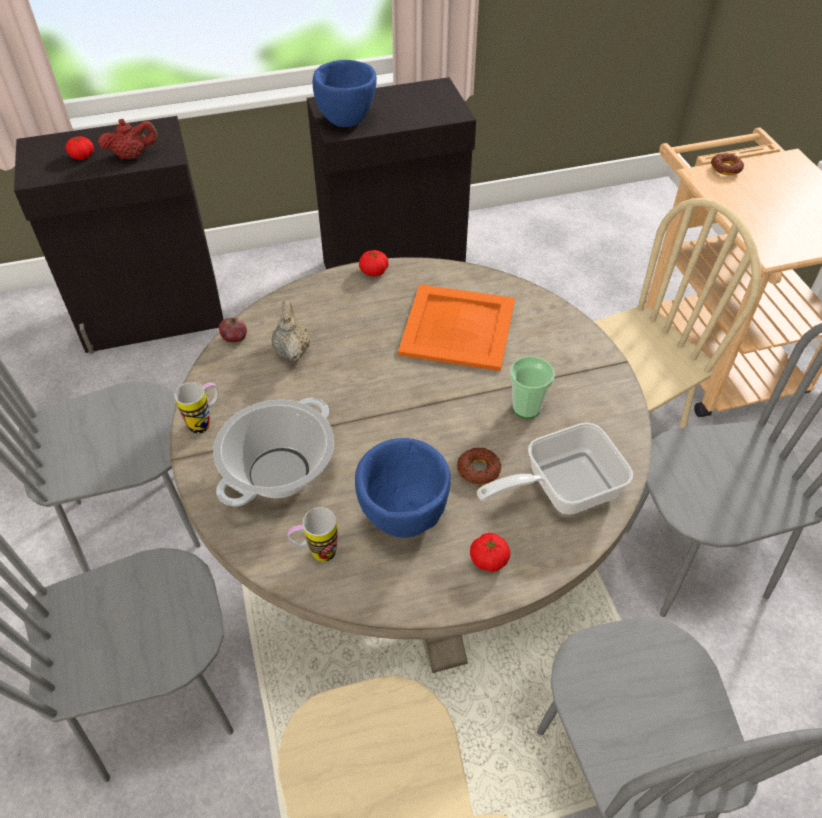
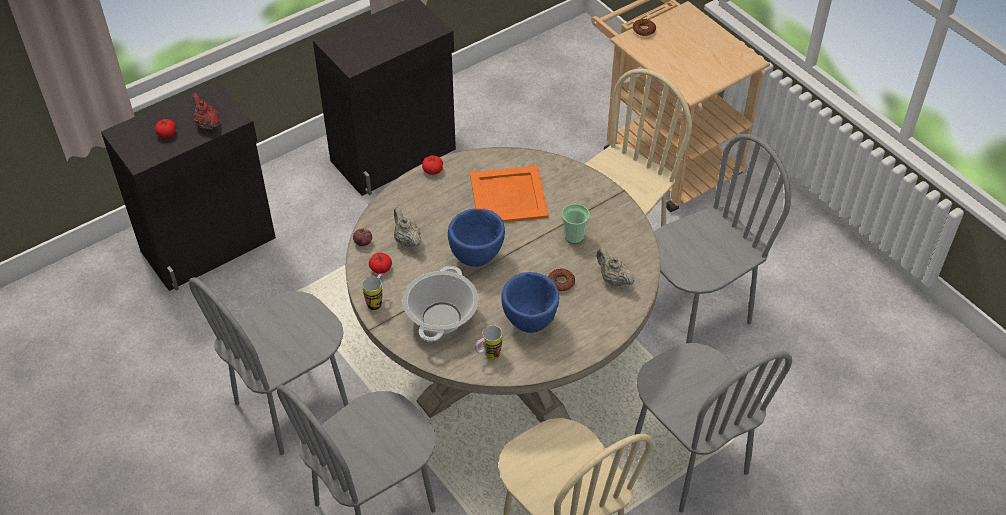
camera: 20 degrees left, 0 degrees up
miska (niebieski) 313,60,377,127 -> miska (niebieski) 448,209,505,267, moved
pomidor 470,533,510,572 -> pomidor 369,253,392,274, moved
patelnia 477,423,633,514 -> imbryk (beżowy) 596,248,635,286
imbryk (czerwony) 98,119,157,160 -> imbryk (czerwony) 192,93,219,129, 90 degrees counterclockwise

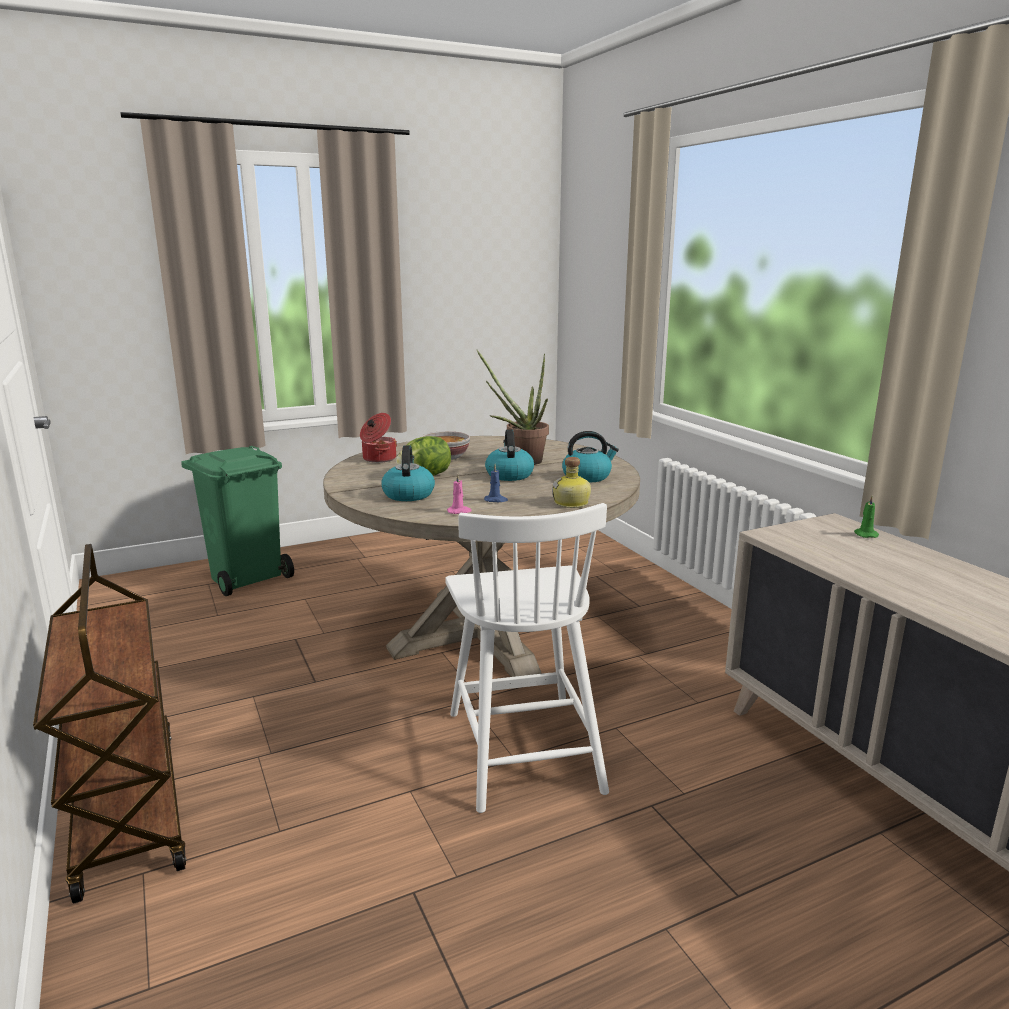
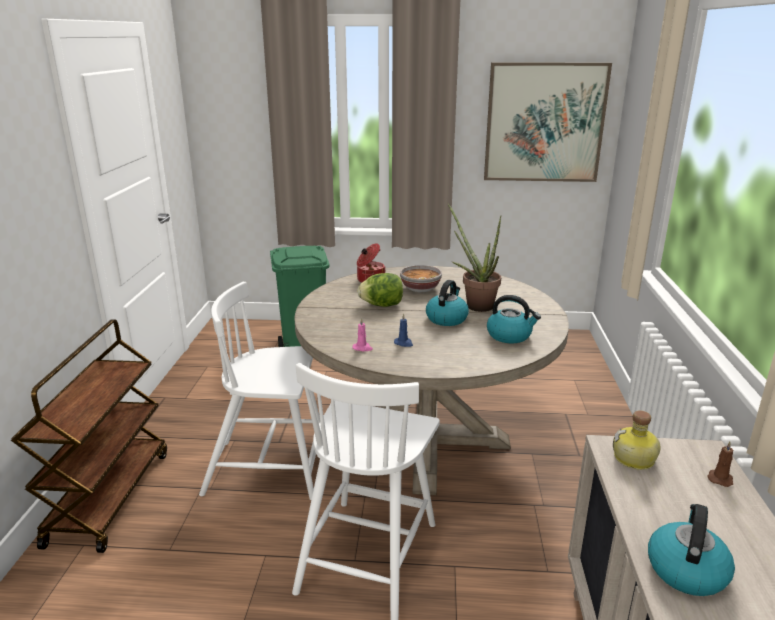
camera: 30 degrees right, 5 degrees up
none -> krzesło (biały) 199,282,320,500
none -> obraz 484,62,612,182
czajnik 381,445,435,501 -> czajnik 648,504,735,596, moved
butelka 552,457,591,508 -> butelka 613,410,661,470, moved
świeca (zielony) 854,496,879,538 -> świeca (brązowy) 707,442,733,487

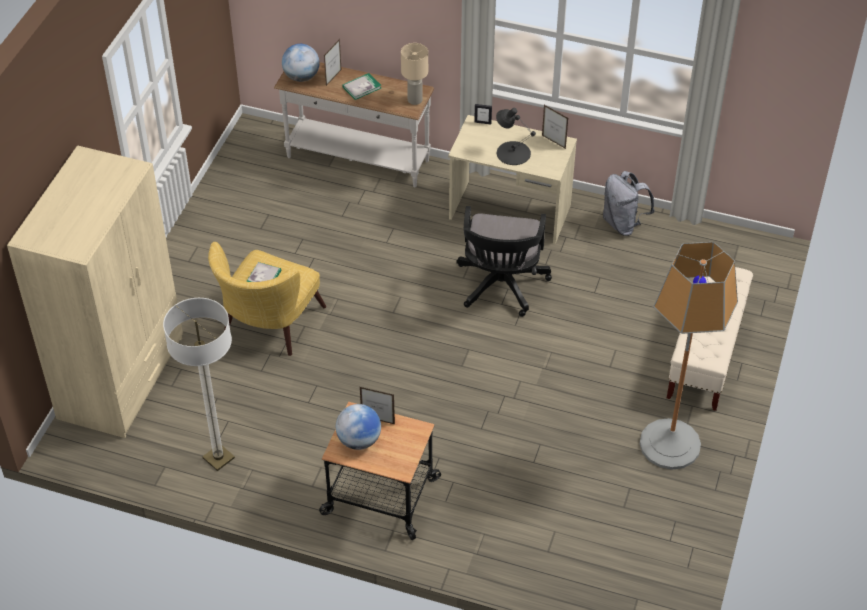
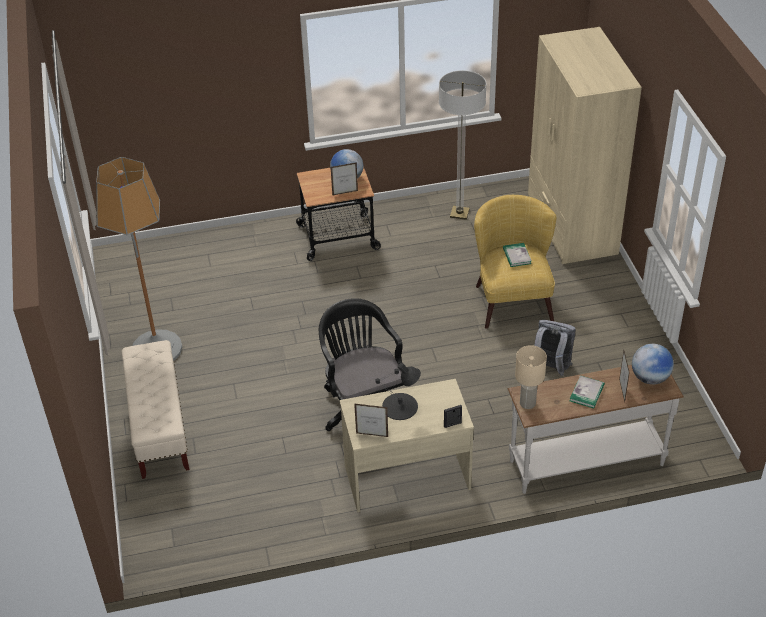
camera: 150 degrees right, 5 degrees down
plecak (szary) 603,171,655,236 -> plecak (szary) 534,320,576,376, moved

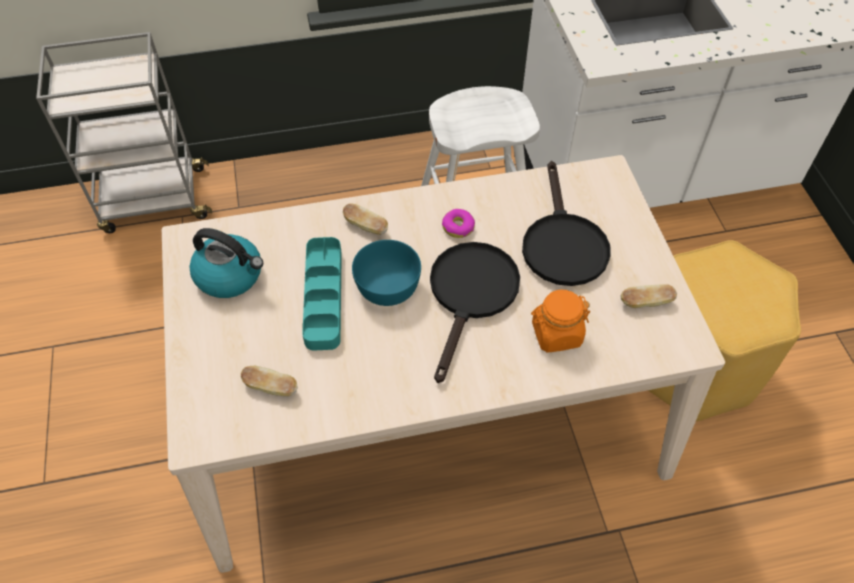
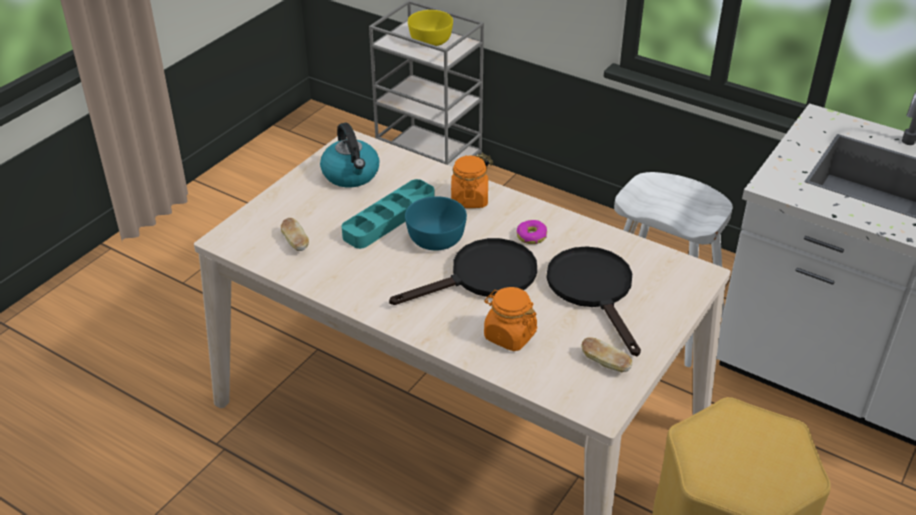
camera: 45 degrees right, 15 degrees down
none -> miska (żółty) 408,10,453,46
chleb 343,204,388,235 -> słoik (pomarańczowy) 451,156,488,208
patelnia (czarny) 522,161,610,286 -> patelnia (czarny) 546,246,641,356, 120 degrees clockwise

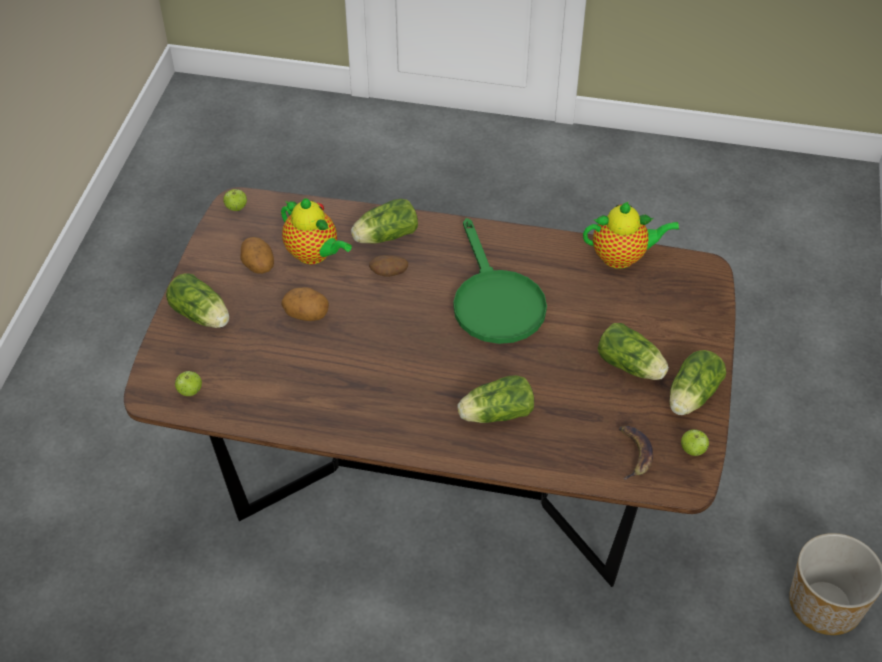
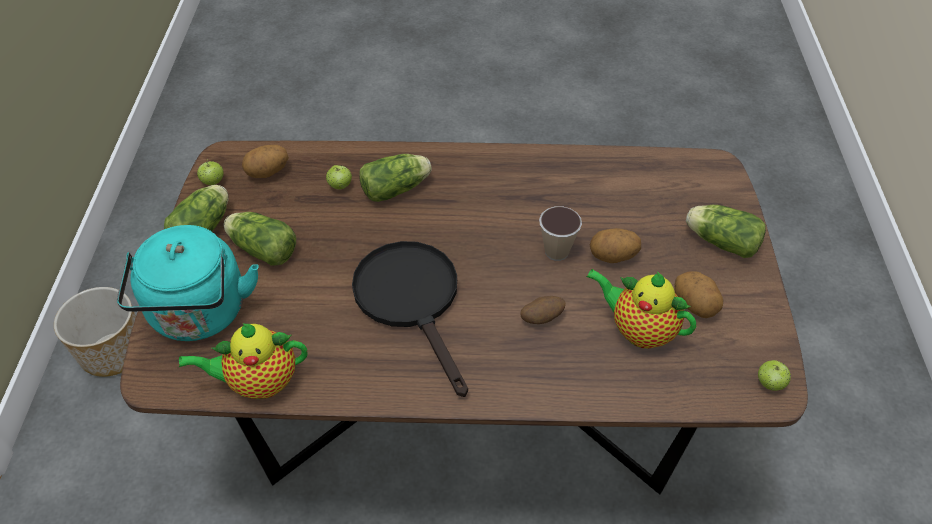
camera: 170 degrees right, 0 degrees up
sałata 351,199,418,244 -> none
none -> czajnik (turkusowy) 117,225,259,341
none -> filiżanka 539,206,582,261
jabłko 175,371,202,396 -> jabłko 326,165,352,190, moved
banan 619,426,653,480 -> ziemniak 242,145,289,178
patelnia (zielony) 453,218,547,344 -> patelnia (czarny) 352,241,468,397

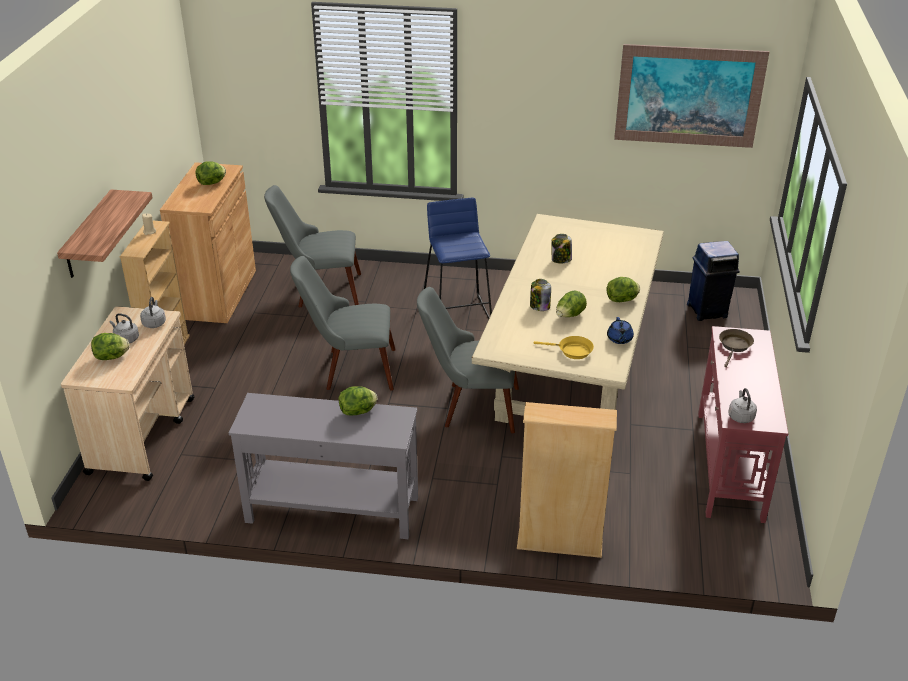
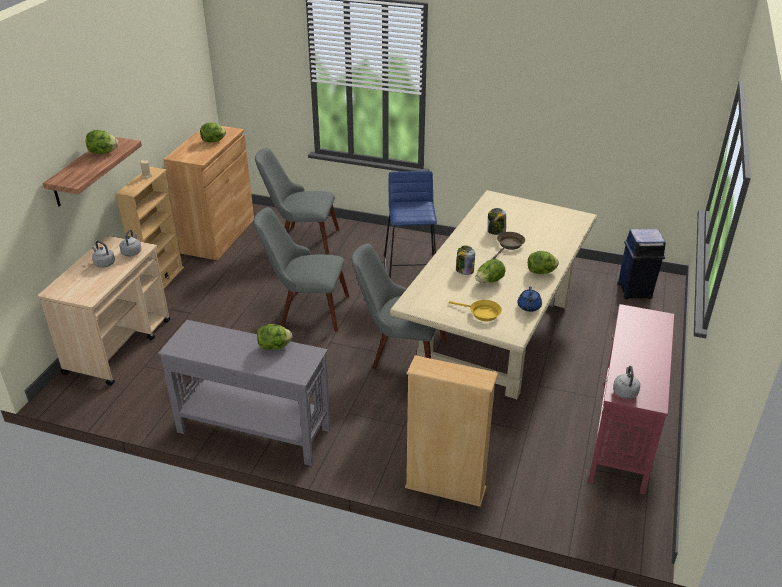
camera: 10 degrees right, 0 degrees up
obraz 614,44,769,148 -> none
sałata 91,333,130,360 -> sałata 86,130,118,154, moved
patelnia (brązowy) 719,329,754,367 -> patelnia (brązowy) 493,232,525,259, moved

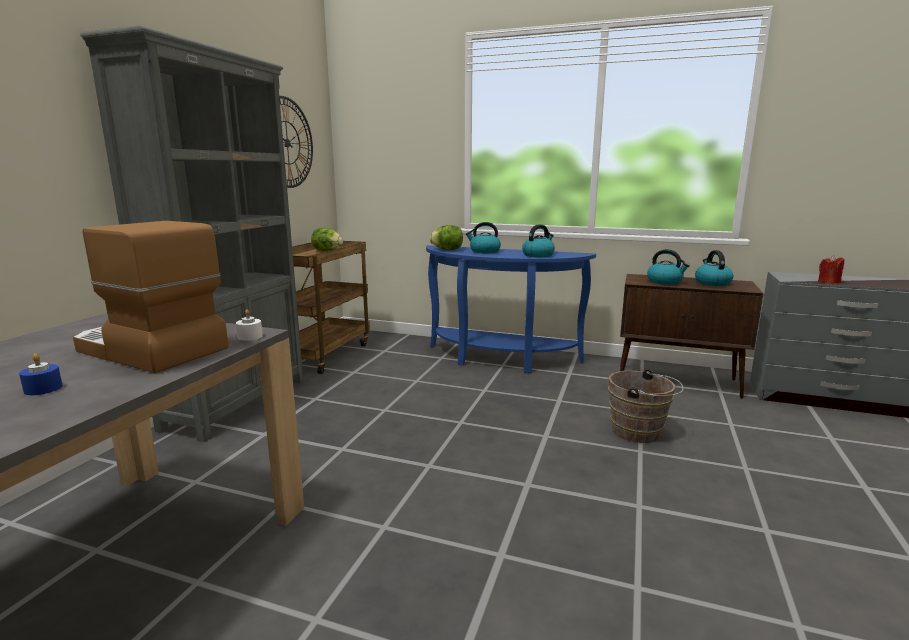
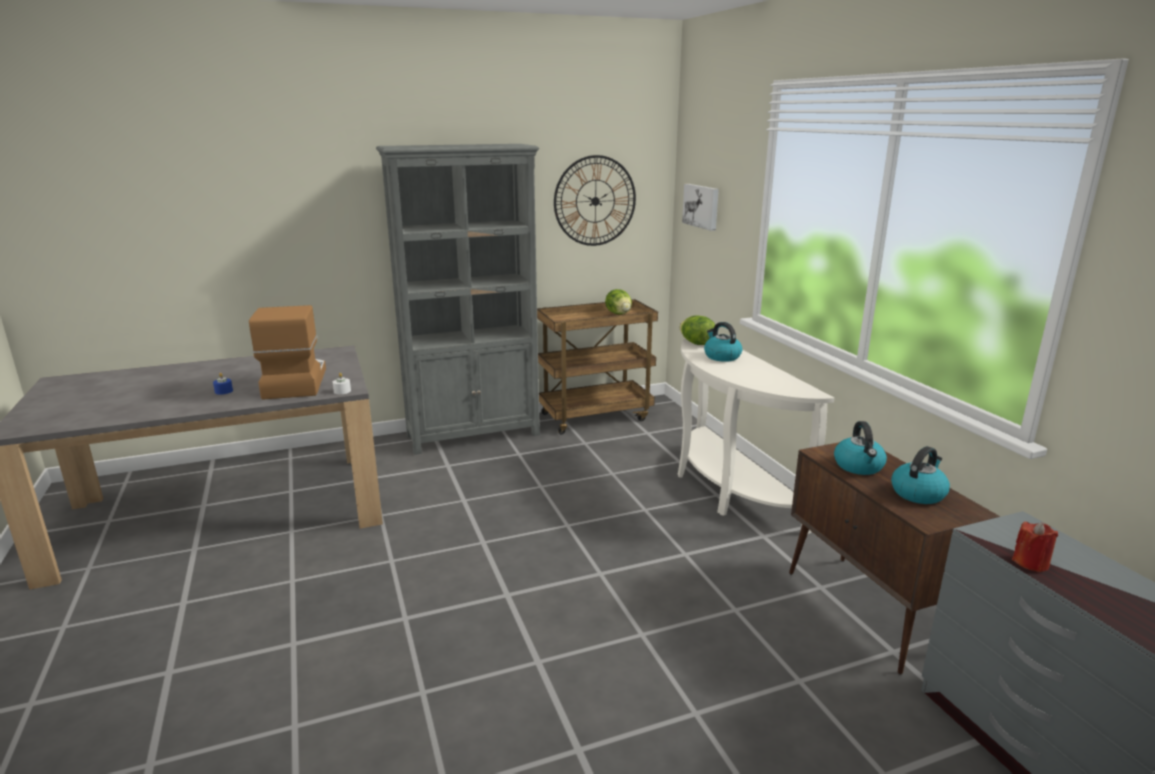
camera: 50 degrees right, 5 degrees up
czajnik 522,224,555,257 -> none
wiadro (brązowy) 608,369,684,443 -> none
none -> obraz 682,184,719,231
stolik konsolowy (niebieski) 426,245,596,374 -> stolik konsolowy (biały) 678,339,835,535

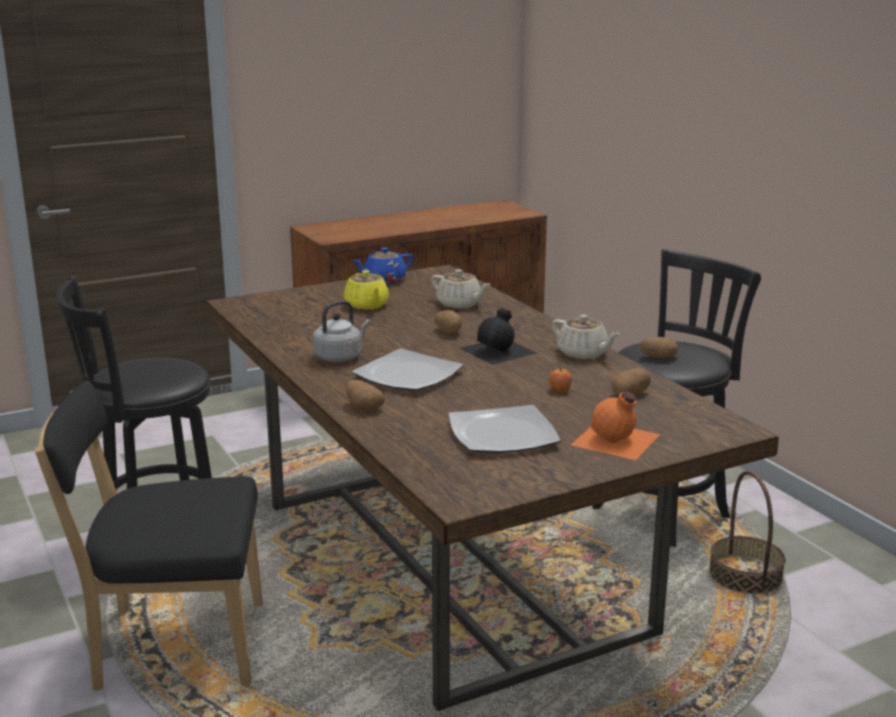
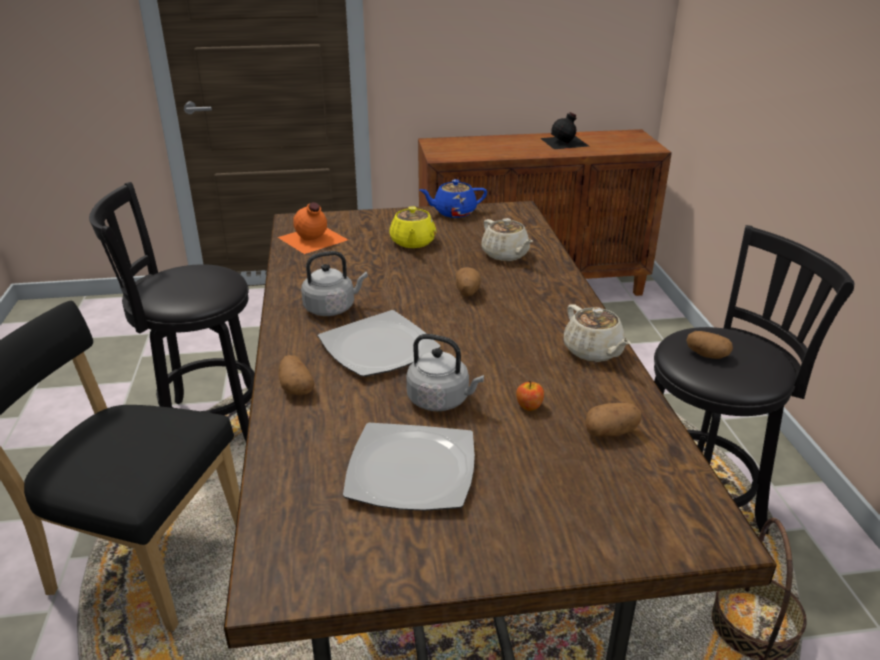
camera: 20 degrees right, 10 degrees up
none -> czajnik (szary) 406,334,484,411
butelka (czarny) 459,307,537,365 -> butelka (czarny) 540,112,589,149, moved
butelka (pomarańczowy) 571,391,660,460 -> butelka (pomarańczowy) 278,202,348,254, moved

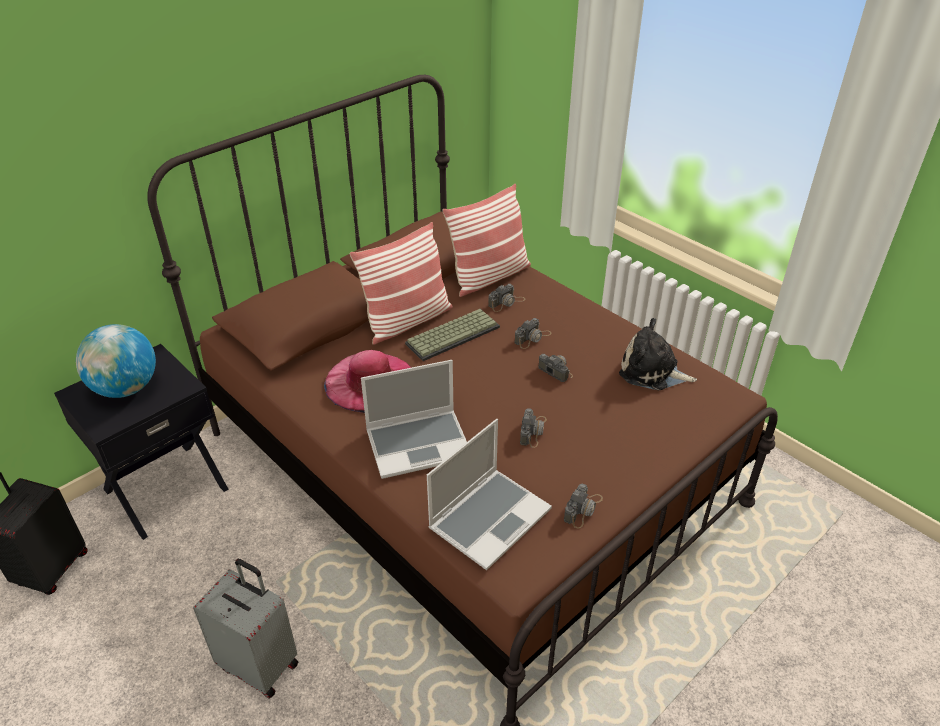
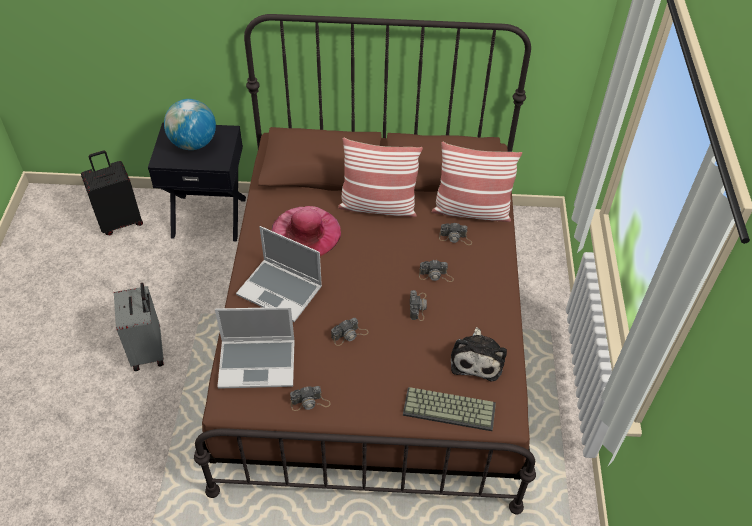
camera: 45 degrees right, 10 degrees up
klawiatura 405,309,500,361 -> klawiatura 403,387,496,431, moved
pluszak 619,318,697,390 -> pluszak 451,327,507,381, 150 degrees counterclockwise

